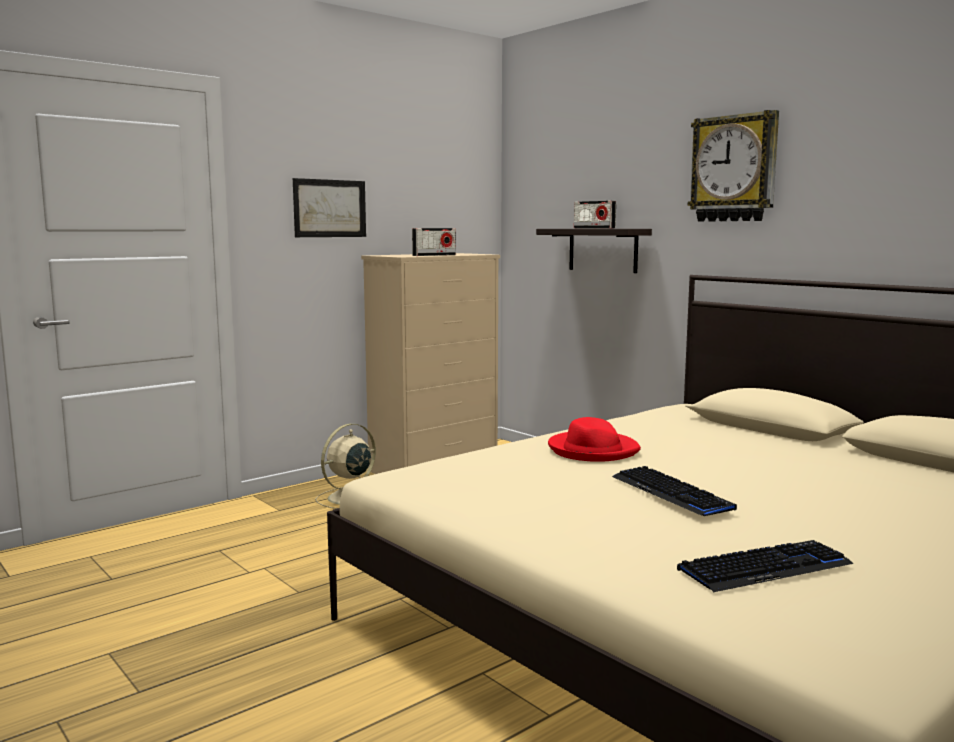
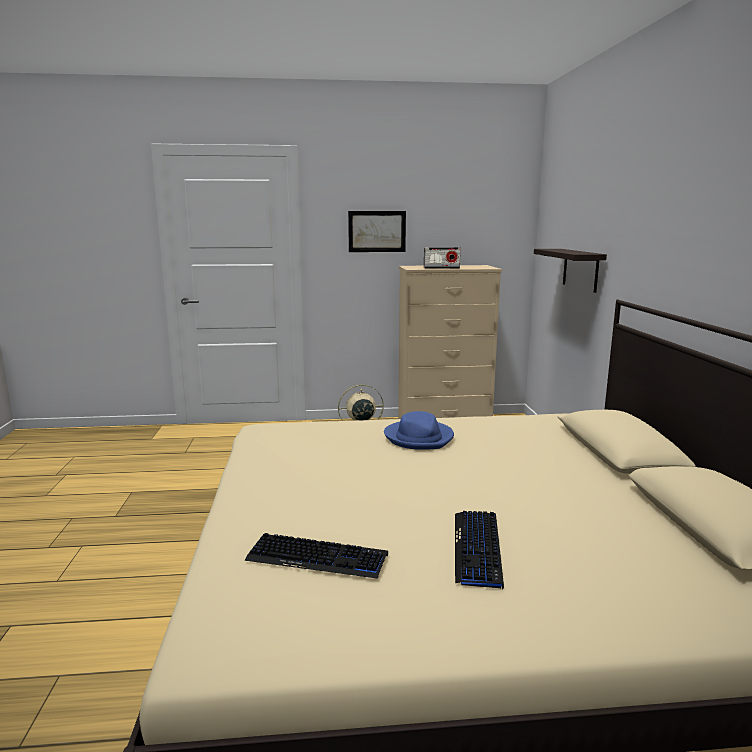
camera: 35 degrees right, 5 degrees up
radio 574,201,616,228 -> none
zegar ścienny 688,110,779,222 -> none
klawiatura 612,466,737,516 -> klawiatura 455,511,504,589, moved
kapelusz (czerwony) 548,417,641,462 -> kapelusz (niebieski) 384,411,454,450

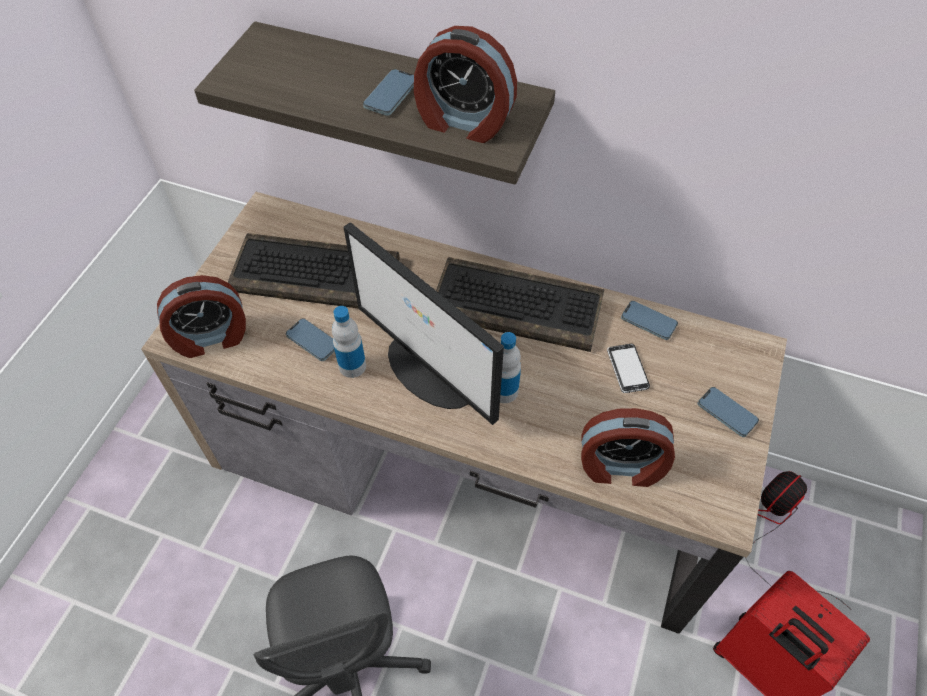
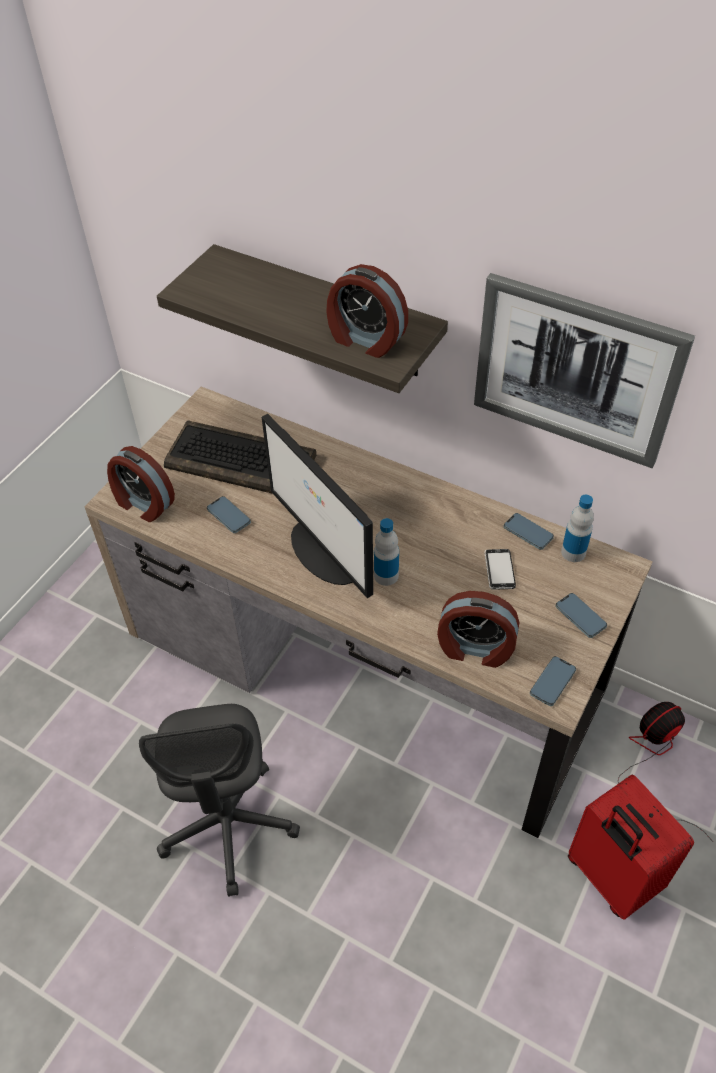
camera: 10 degrees right, 5 degrees down
klawiatura 436,257,604,352 -> none
none -> obraz 474,273,695,468
butelka 332,306,366,378 -> butelka 561,495,594,562, moved
telefon 363,69,414,116 -> telefon 530,656,576,706, moved
budzik 157,275,246,358 -> budzik 107,446,175,522, 45 degrees clockwise

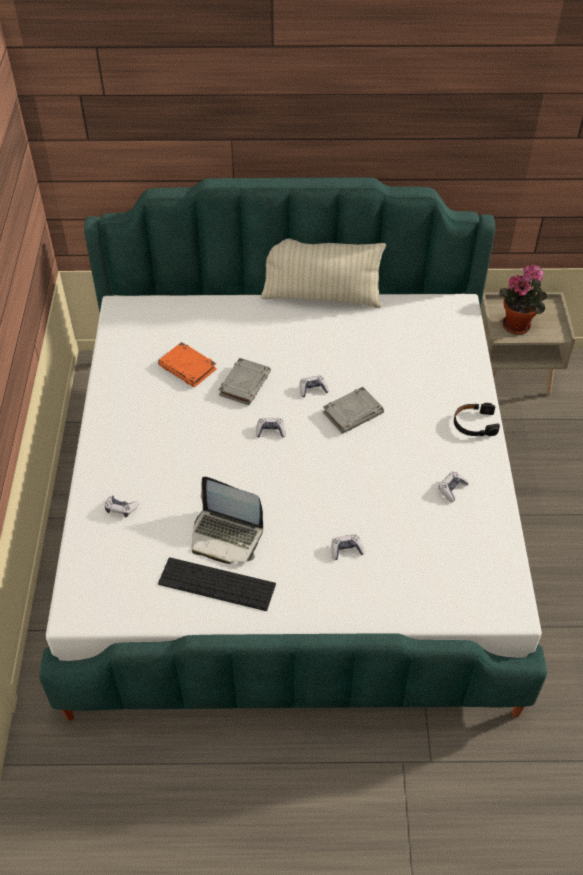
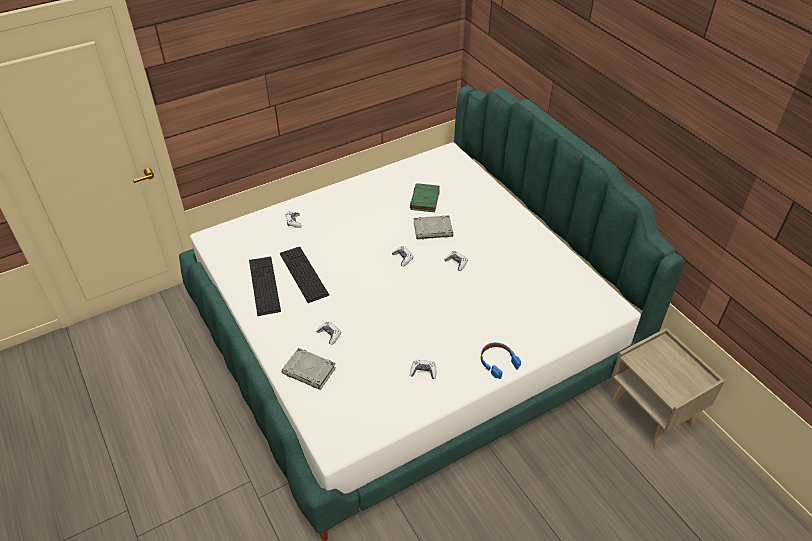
camera: 60 degrees right, 5 degrees down
poduszka (beżowy) 260,238,386,308 -> none
roślina doniczkowa 499,264,547,334 -> none
książka (szary) 323,387,384,434 -> książka (szary) 282,348,336,390, moved
laptop 192,477,263,564 -> klawiatura 280,247,329,303
książka (pomarańczowy) 158,342,217,387 -> książka (zielony) 410,183,440,212
słuchawki (czarny) 454,403,500,436 -> słuchawki (niebieski) 481,342,521,379

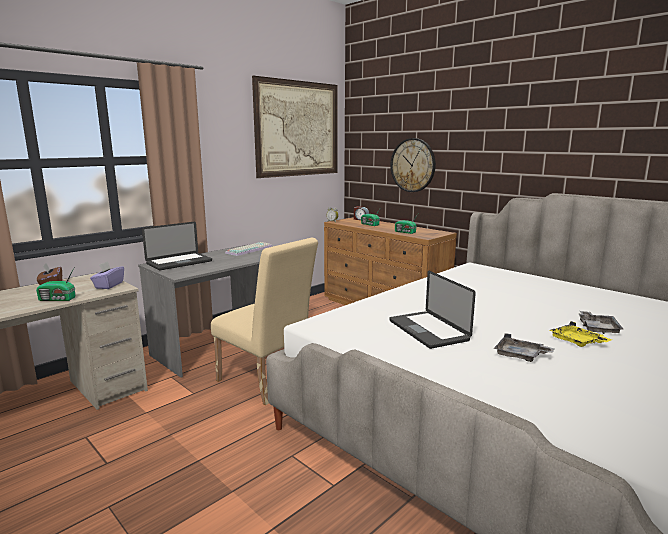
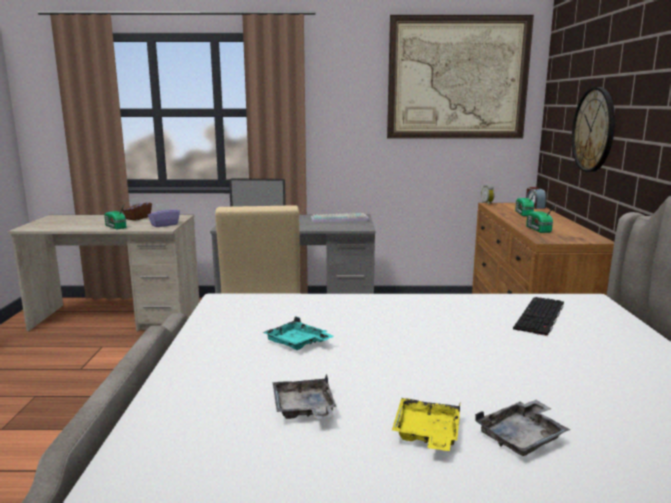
camera: 45 degrees right, 0 degrees up
none -> klawiatura 513,297,564,336
laptop 389,271,476,349 -> taca (turkusowy) 262,317,334,350

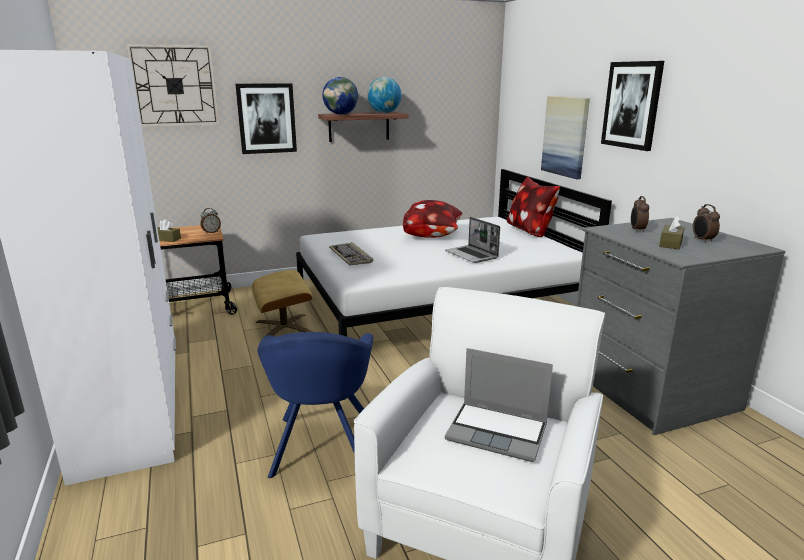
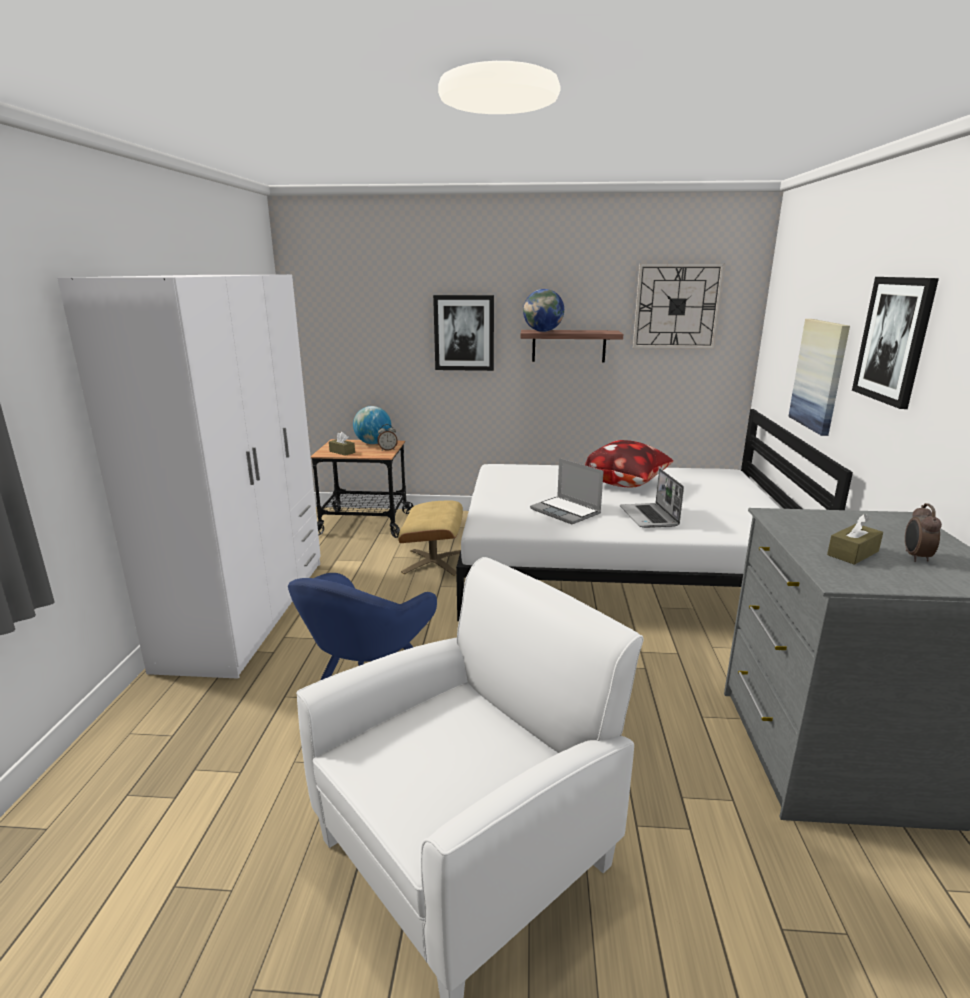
camera: 25 degrees right, 0 degrees up
klawiatura 329,242,373,266 -> none
poduszka 507,176,560,237 -> none
budzik 631,196,649,232 -> none
zegar ścienny 126,44,219,127 -> zegar ścienny 633,264,725,349, moved
globus 367,77,402,113 -> globus 353,406,391,444, moved
laptop 445,348,553,462 -> laptop 530,458,604,524, moved

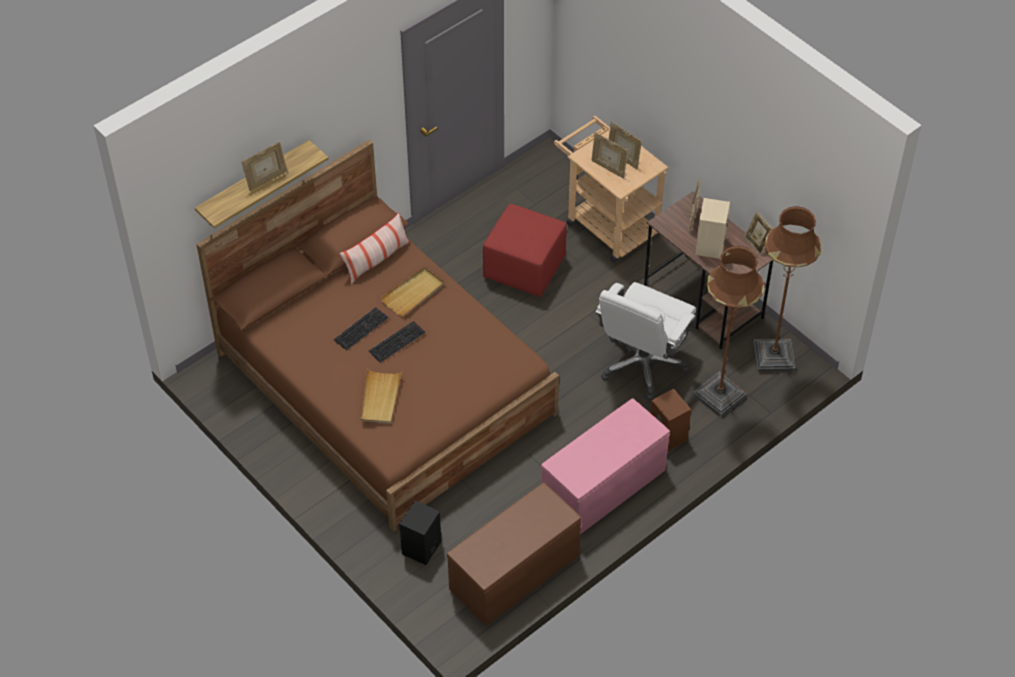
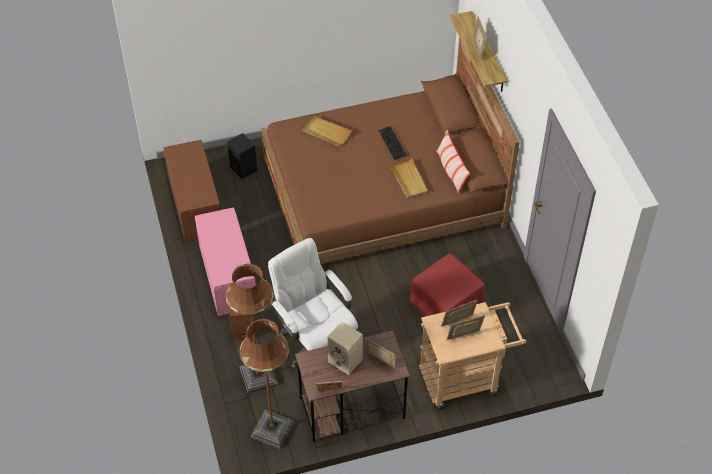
camera: 115 degrees right, 0 degrees up
klawiatura 369,321,426,363 -> none

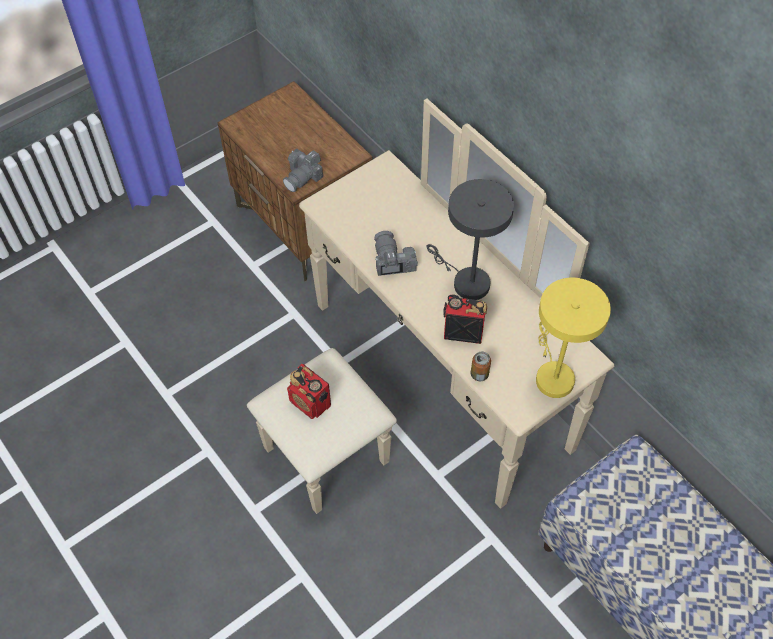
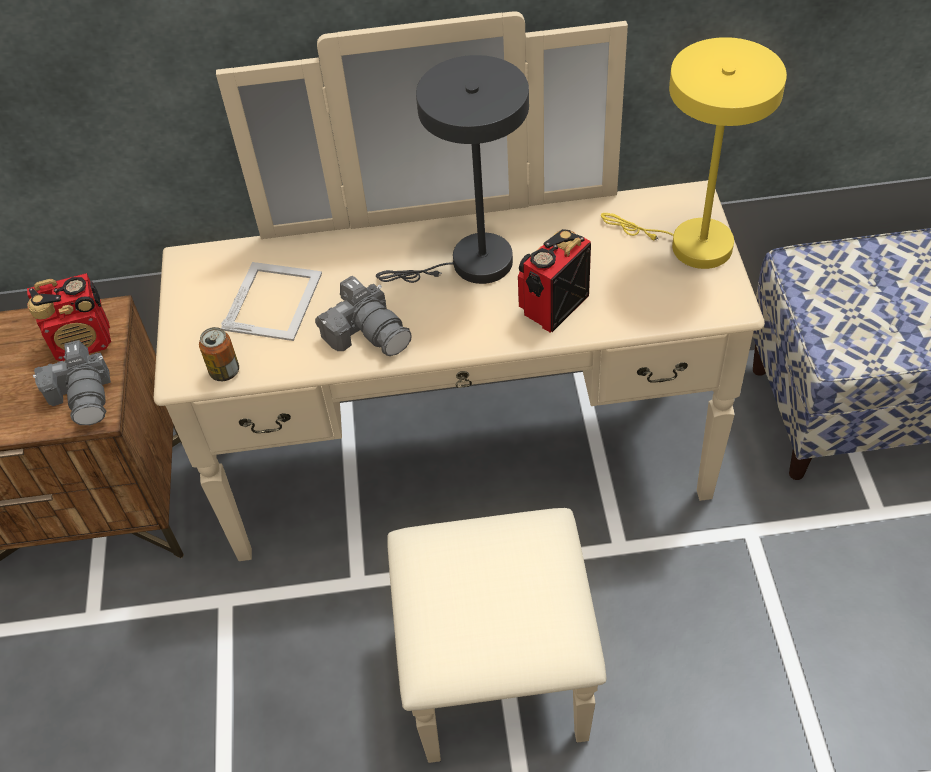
camera: 55 degrees left, 5 degrees down
none -> ramka na zdjęcie 221,262,322,341
radio 287,364,331,419 -> radio 27,273,111,361, moved
puszka 471,351,491,381 -> puszka 199,327,239,381, moved
aparat fotograficzny 374,231,418,276 -> aparat fotograficzny 315,276,412,356, 150 degrees counterclockwise

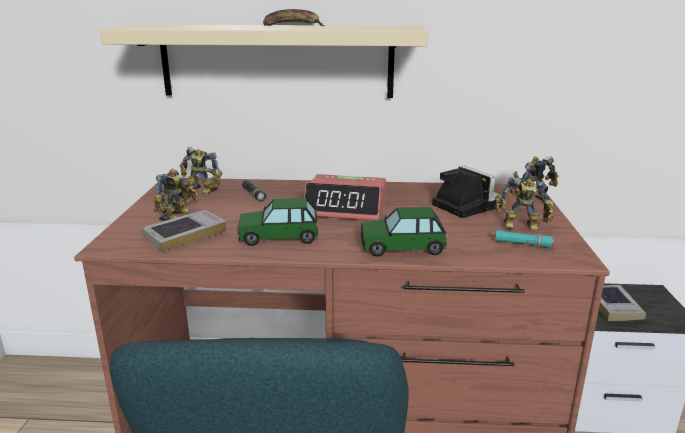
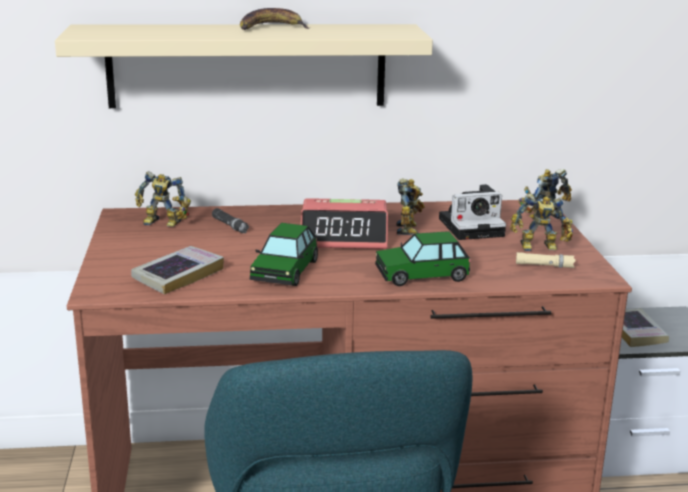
camera: 10 degrees left, 0 degrees up
robot zabawkowy 154,169,198,221 -> robot zabawkowy 396,178,425,235, moved
latarka (turkusowy) 495,230,554,248 -> latarka (beżowy) 516,252,575,268
samochodzik 238,198,318,246 -> samochodzik 249,223,318,286, 60 degrees counterclockwise
aparat fotograficzny 432,166,502,218 -> aparat fotograficzny 439,184,506,240, 120 degrees clockwise

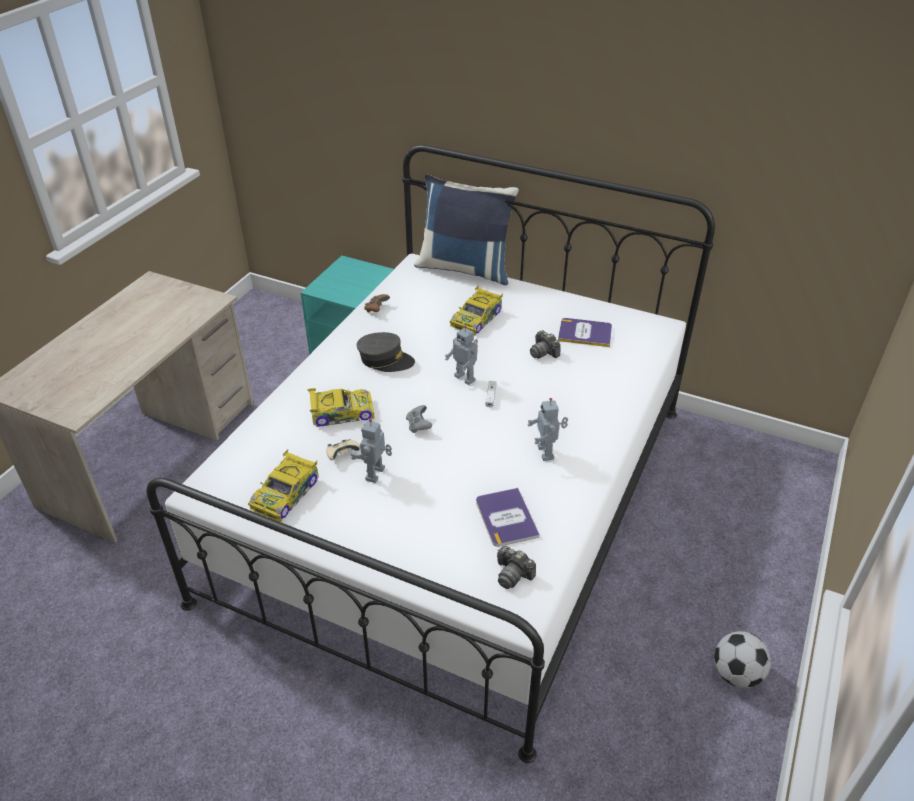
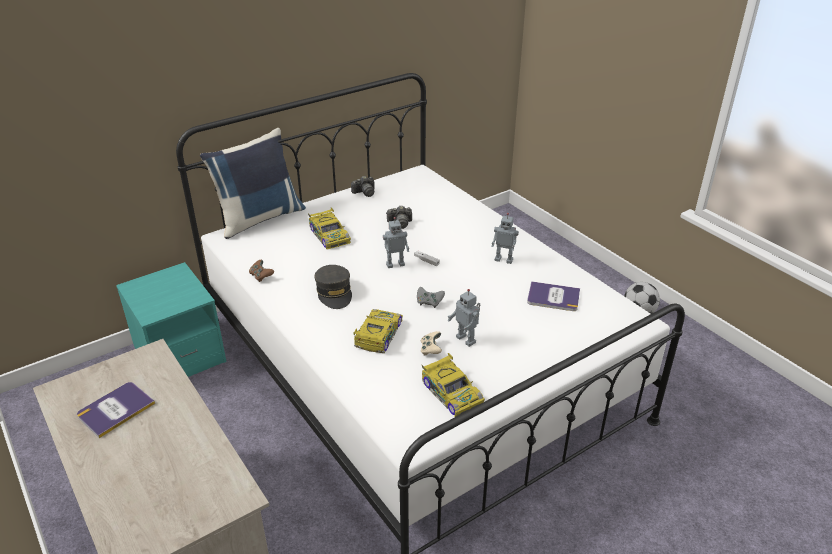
camera: 60 degrees left, 5 degrees down
aparat fotograficzny 497,546,536,589 -> aparat fotograficzny 351,176,375,197, moved
książka 558,318,612,347 -> książka 77,382,155,438, moved
czapka z daszkiem (szary) 357,332,415,372 -> czapka z daszkiem (szary) 315,265,352,309, 120 degrees clockwise

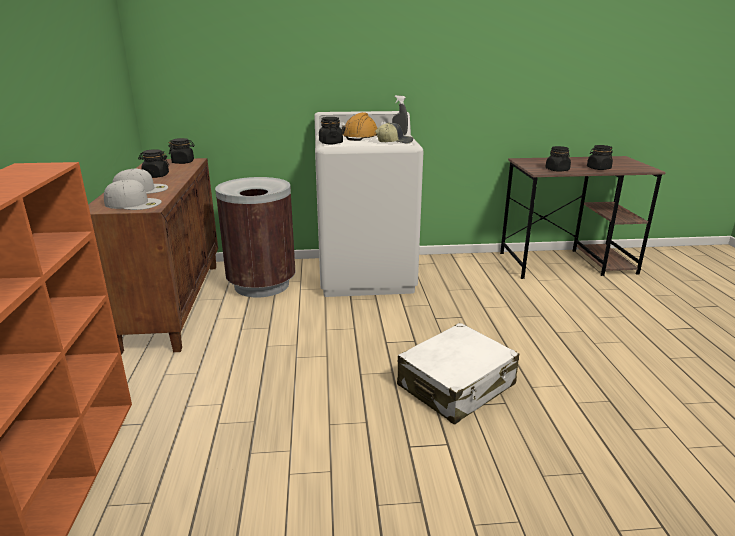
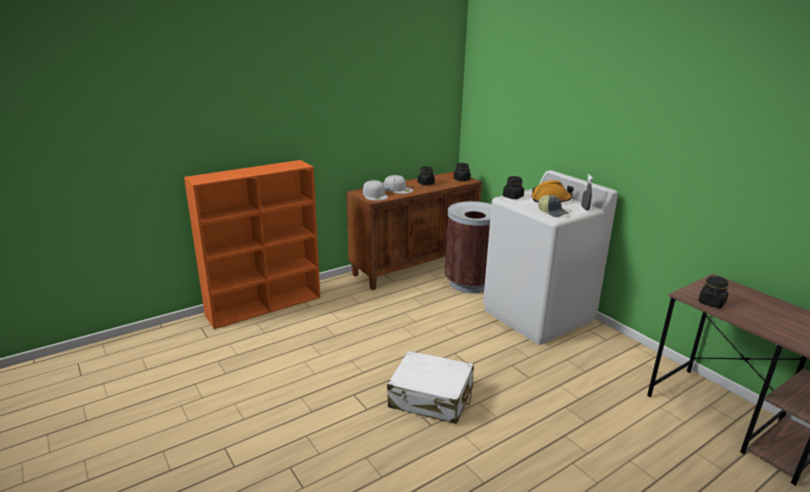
camera: 60 degrees right, 0 degrees up
słoik (czarny) 587,145,613,170 -> none

